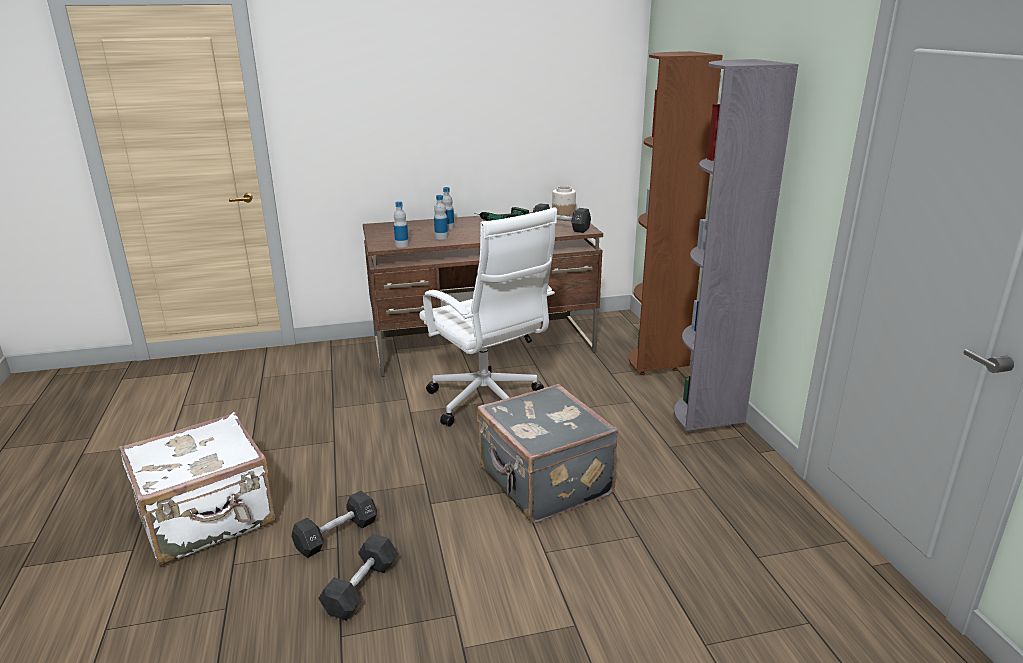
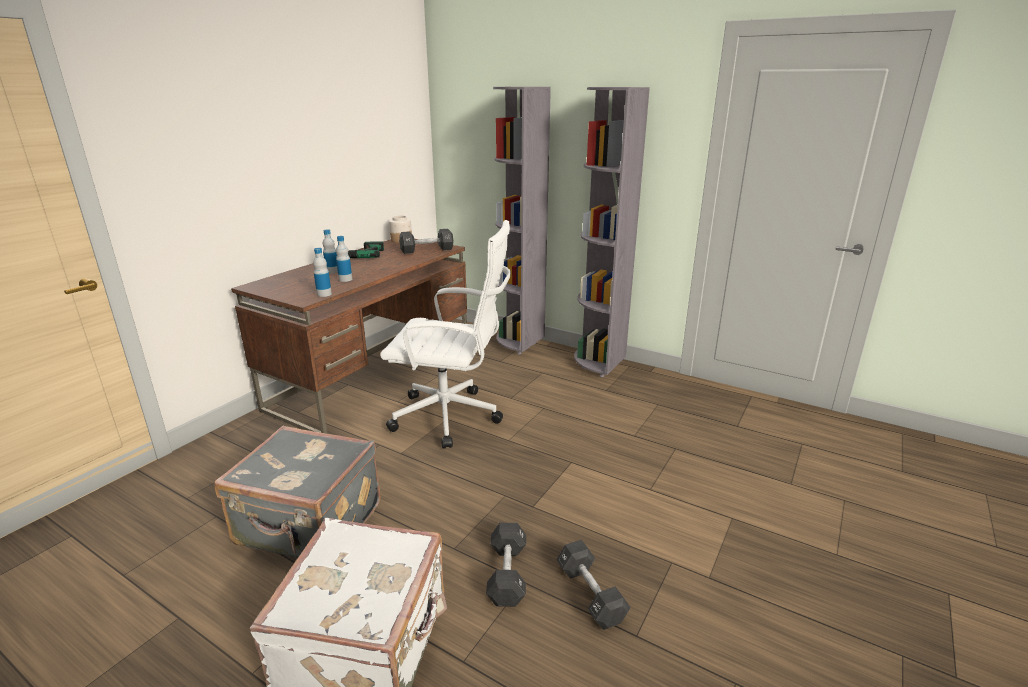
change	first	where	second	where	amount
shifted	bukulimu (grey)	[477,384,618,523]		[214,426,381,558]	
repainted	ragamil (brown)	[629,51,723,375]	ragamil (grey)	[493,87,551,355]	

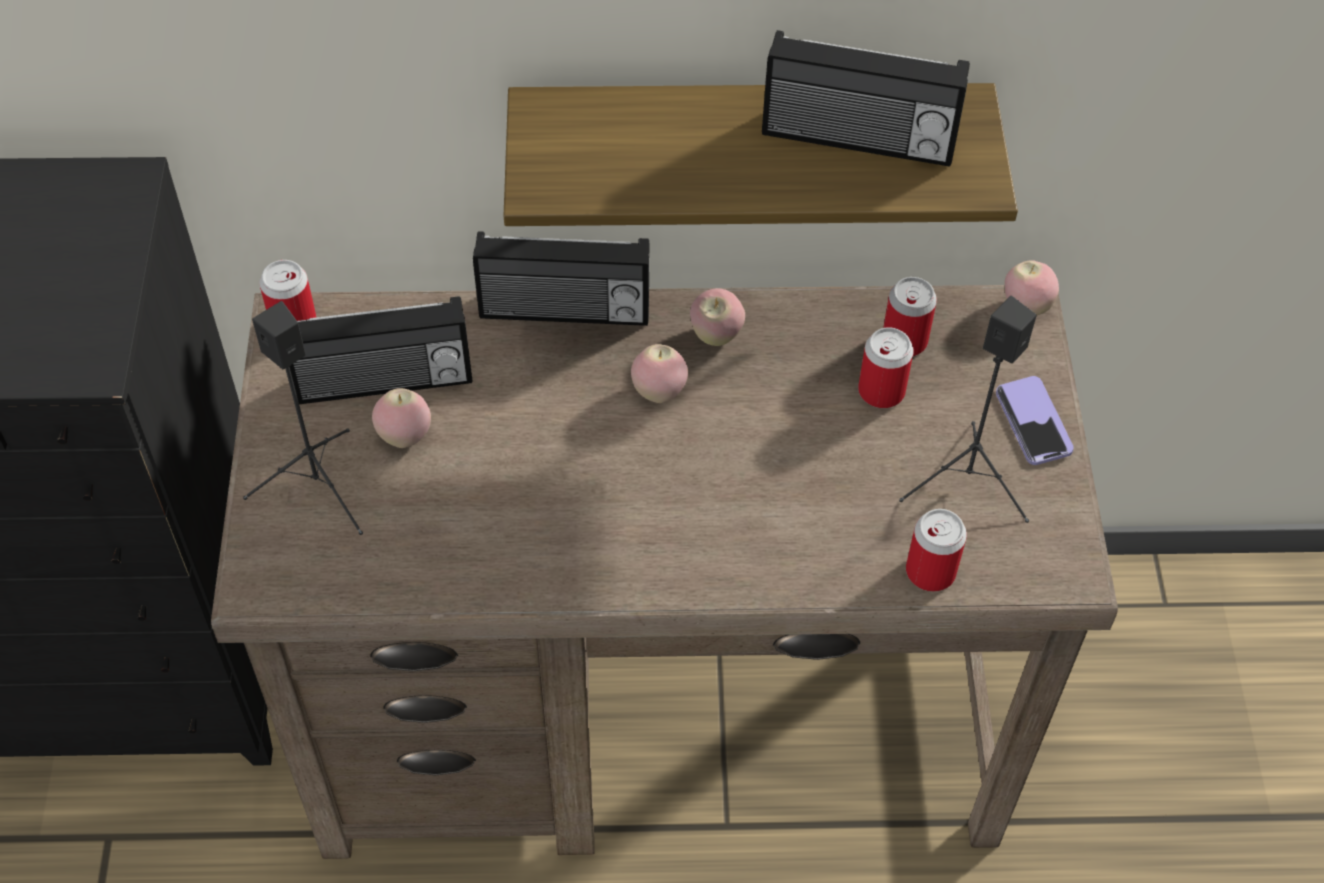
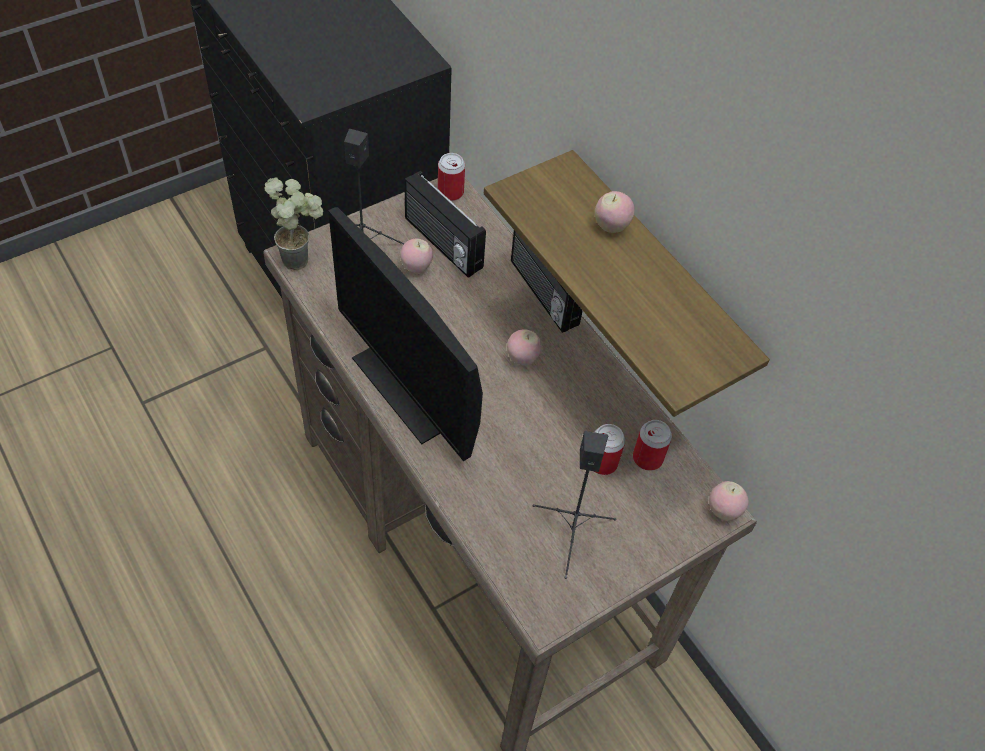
change	first	where	second	where	amount
new			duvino	[264,177,323,270]	
new			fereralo	[328,207,483,461]	
shifted	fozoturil	[690,288,745,346]		[595,191,635,233]	
gone	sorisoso	[762,30,970,167]			
gone	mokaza	[906,509,967,592]			
gone	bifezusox	[996,376,1074,465]			

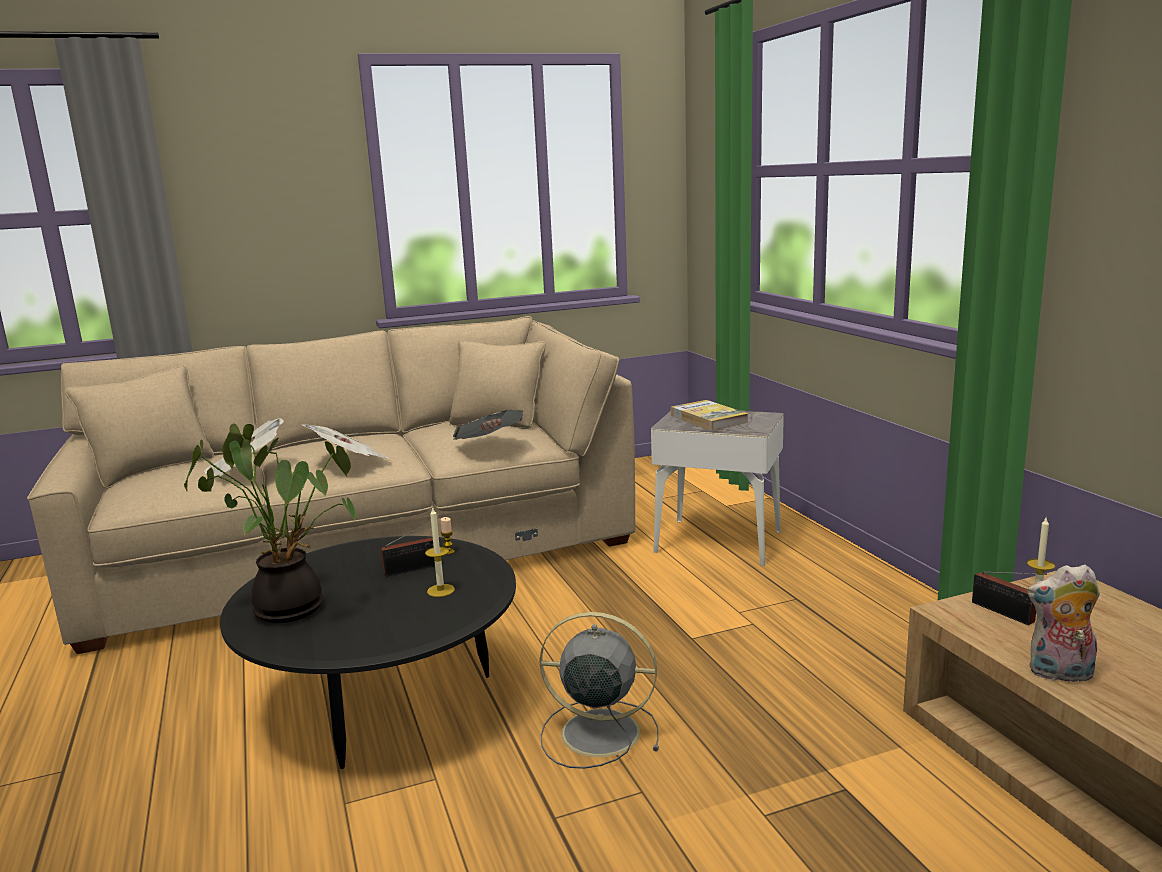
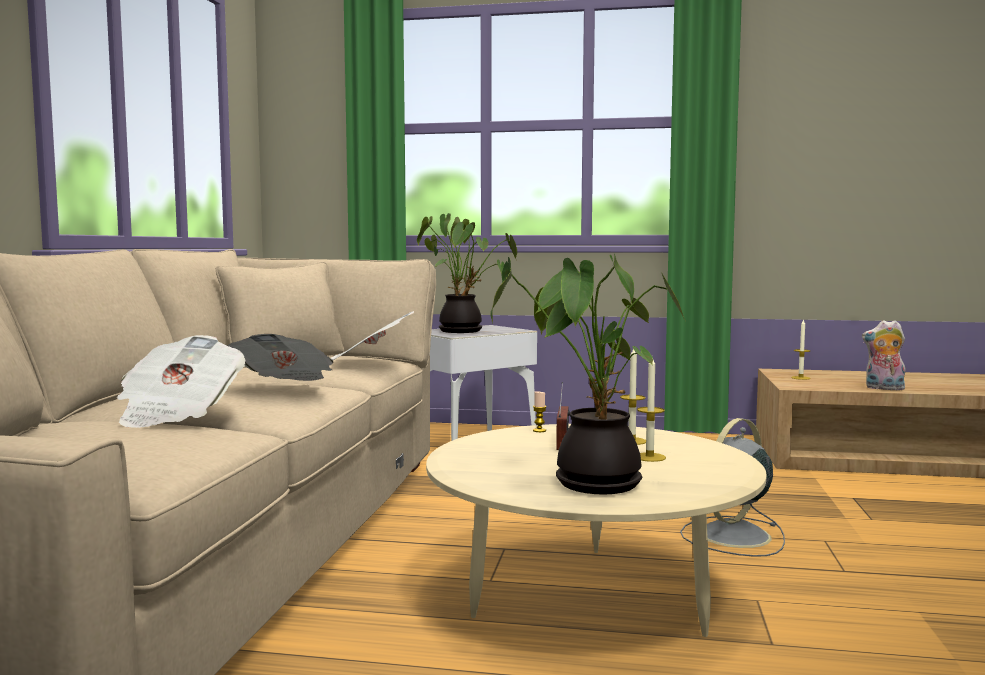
change	first	where	second	where	amount
swapped	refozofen	[671,400,749,430]	duvino	[417,213,517,333]	
repainted	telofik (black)	[220,536,516,769]	telofik (beige)	[426,424,767,637]	
new			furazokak	[637,360,666,462]	
rotated	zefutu	[1027,564,1100,682]		[862,320,906,390]	75 degrees clockwise
gone	sorisoso	[972,572,1047,625]			

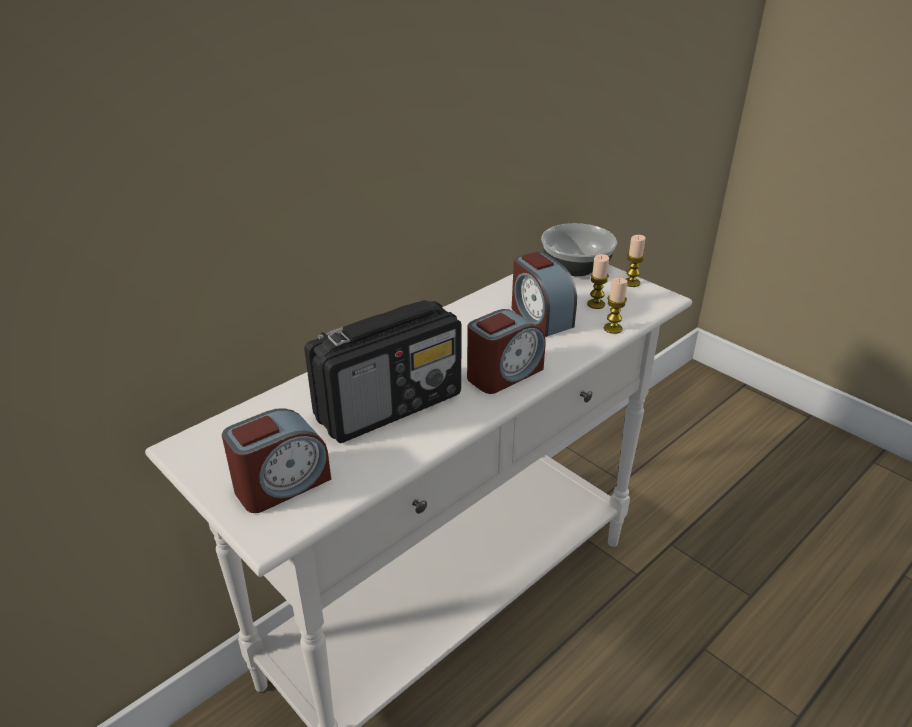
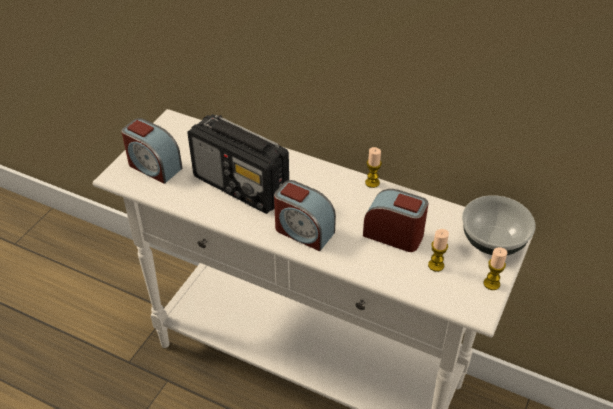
change	first	where	second	where	amount
rotated	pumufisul	[512,251,577,337]		[363,189,428,252]	75 degrees clockwise
shifted	furazokak	[604,278,628,334]		[365,147,382,188]	

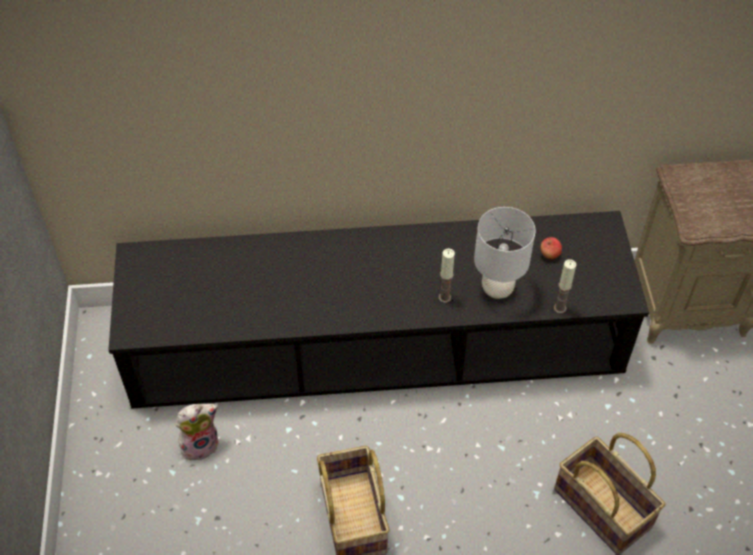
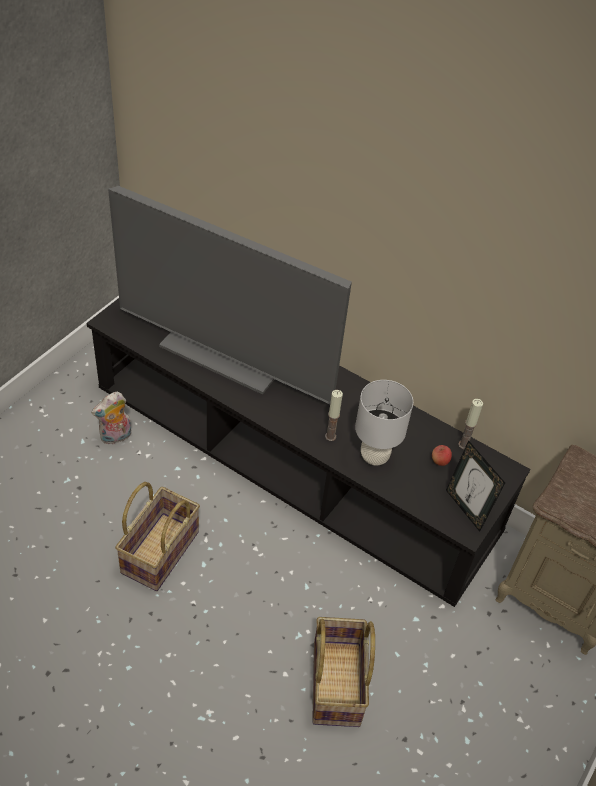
change	first	where	second	where	amount
rotated	zefutu	[175,404,219,460]		[91,392,131,445]	135 degrees clockwise
new			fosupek	[108,186,352,404]	
new			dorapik	[446,440,505,532]	
shifted	furazokak	[554,259,576,313]		[458,399,483,449]	

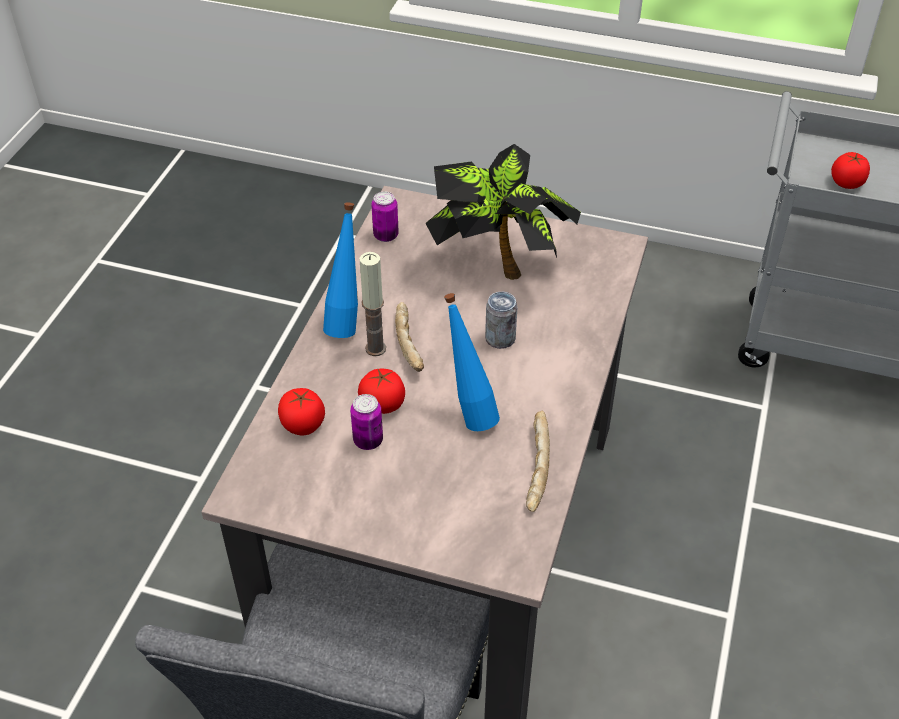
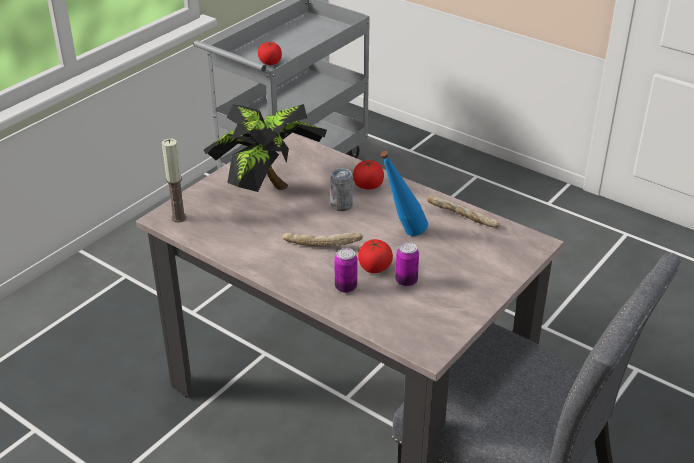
change	first	where	second	where	amount
shifted	furazokak	[359,252,386,356]		[162,139,187,223]	
shifted	mokaza	[371,191,399,242]		[334,248,358,293]	
shifted	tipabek	[278,388,325,436]		[353,160,384,190]	
gone	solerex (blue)	[323,202,358,338]			

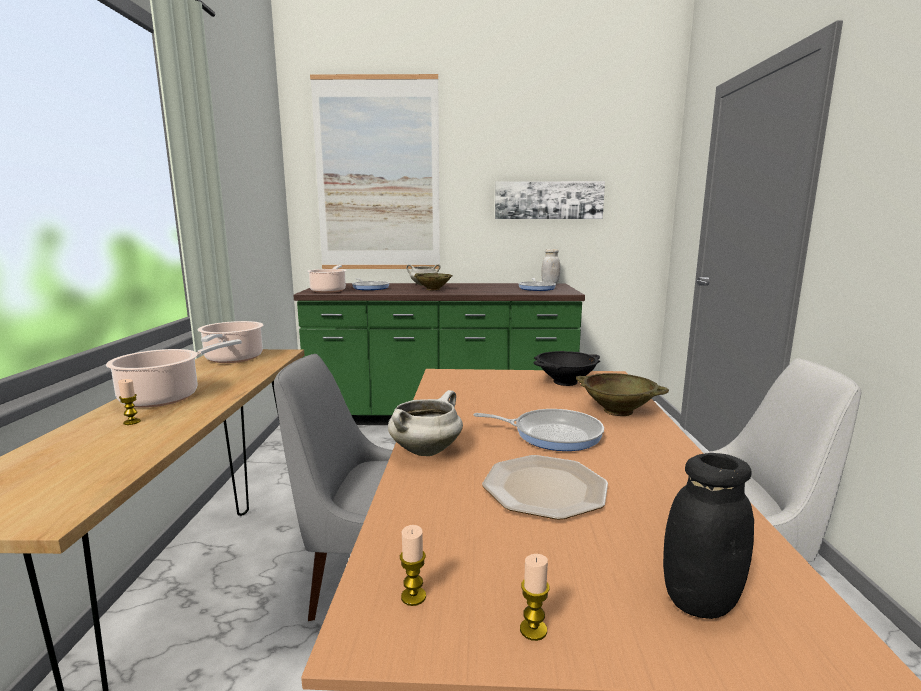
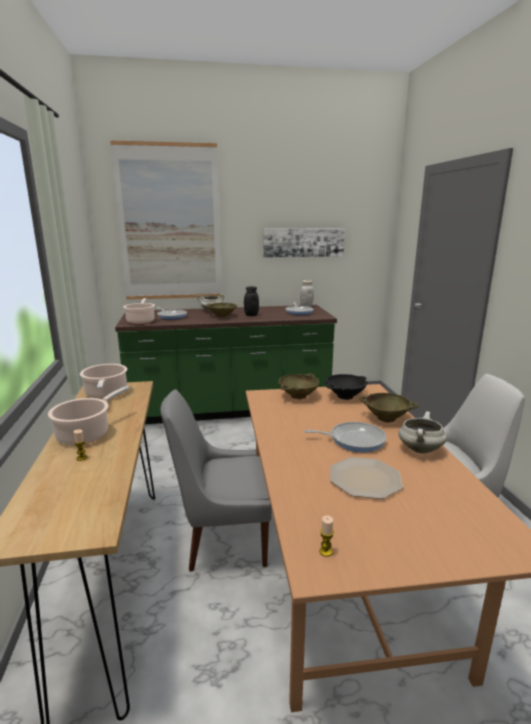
change	first	where	second	where	amount
shifted	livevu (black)	[663,453,754,619]		[244,286,259,316]	
new			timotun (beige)	[278,374,319,399]	
shifted	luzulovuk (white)	[388,390,463,456]		[398,411,447,454]	
gone	furazokak	[520,554,550,641]			

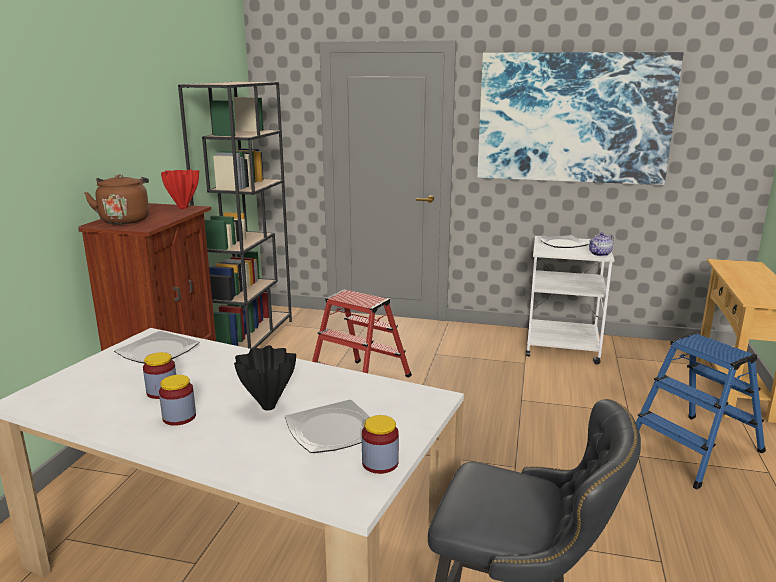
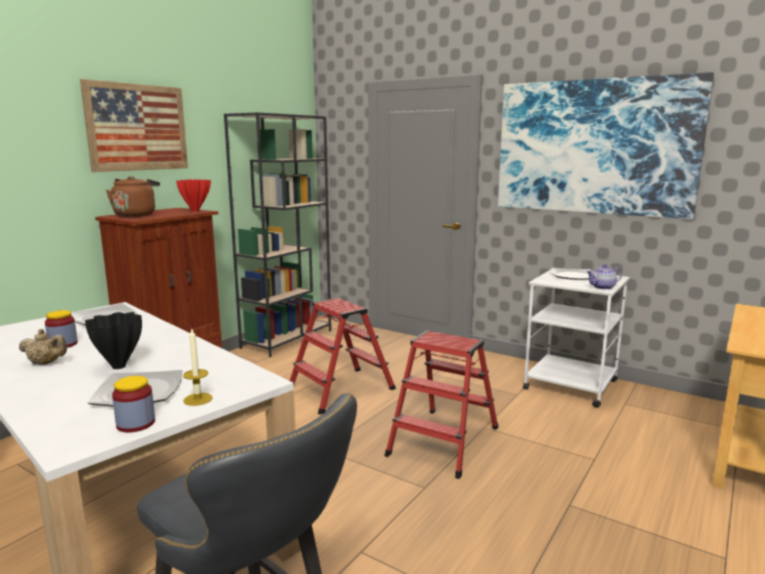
change	first	where	second	where	amount
swapped	livevu	[159,375,196,426]	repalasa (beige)	[19,329,67,365]	
new			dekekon	[80,79,188,172]	
new			furazokak	[183,329,213,406]	
new			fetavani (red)	[384,330,498,479]	
gone	fetavani (blue)	[636,332,766,489]			

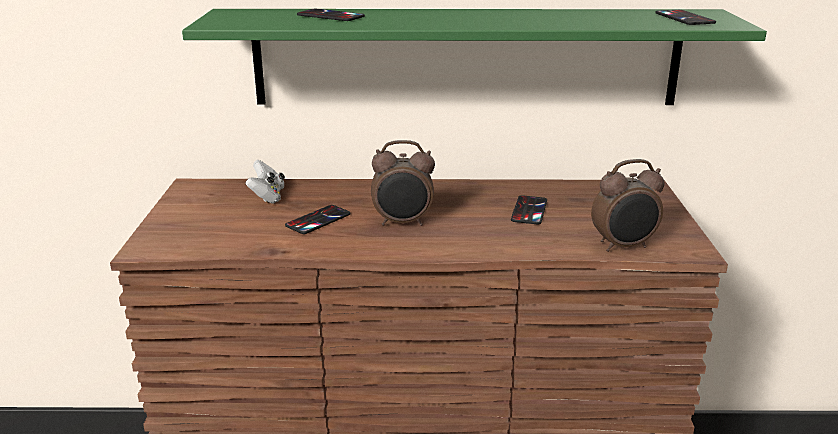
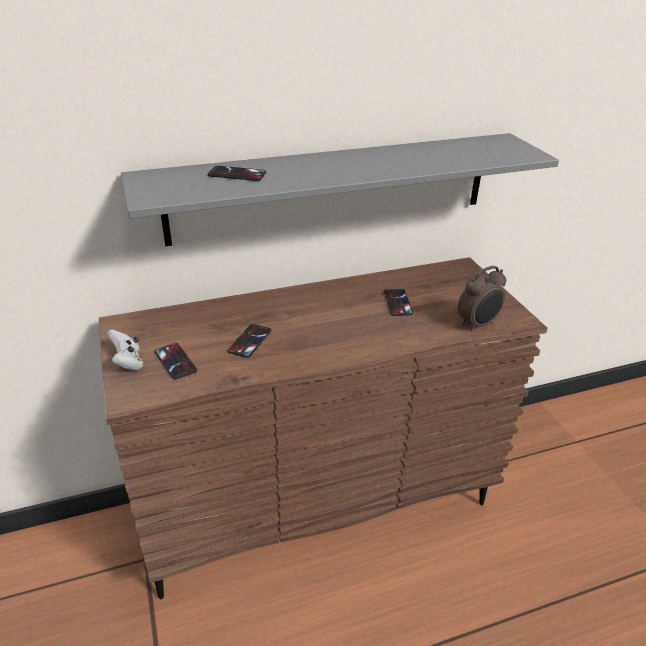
change	first	where	second	where	amount
shifted	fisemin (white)	[246,160,285,204]		[107,330,144,371]	
repainted	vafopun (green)	[182,9,767,105]	vafopun (grey)	[121,133,559,246]	
shifted	bifezusox	[655,10,716,25]		[155,343,197,380]	
gone	pumufisul	[371,140,435,226]			

